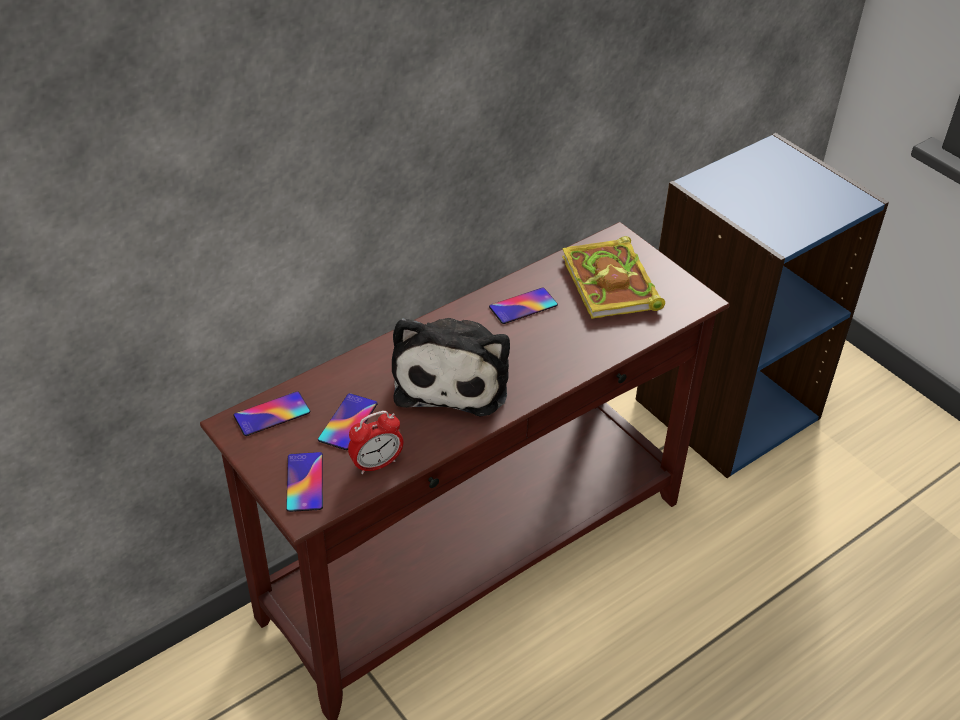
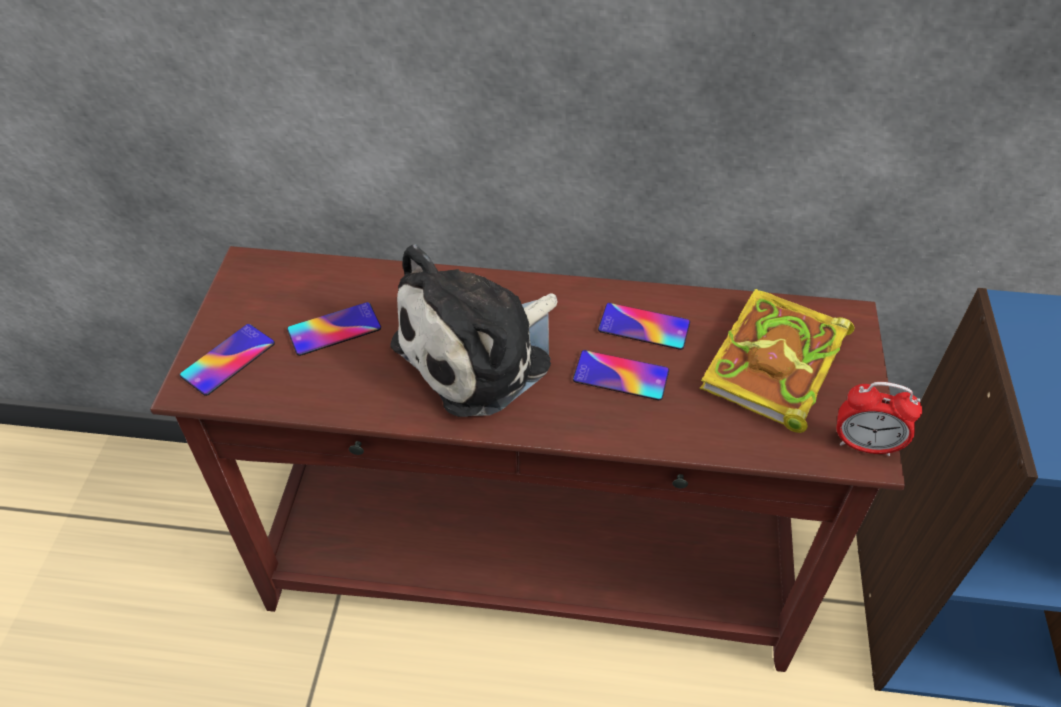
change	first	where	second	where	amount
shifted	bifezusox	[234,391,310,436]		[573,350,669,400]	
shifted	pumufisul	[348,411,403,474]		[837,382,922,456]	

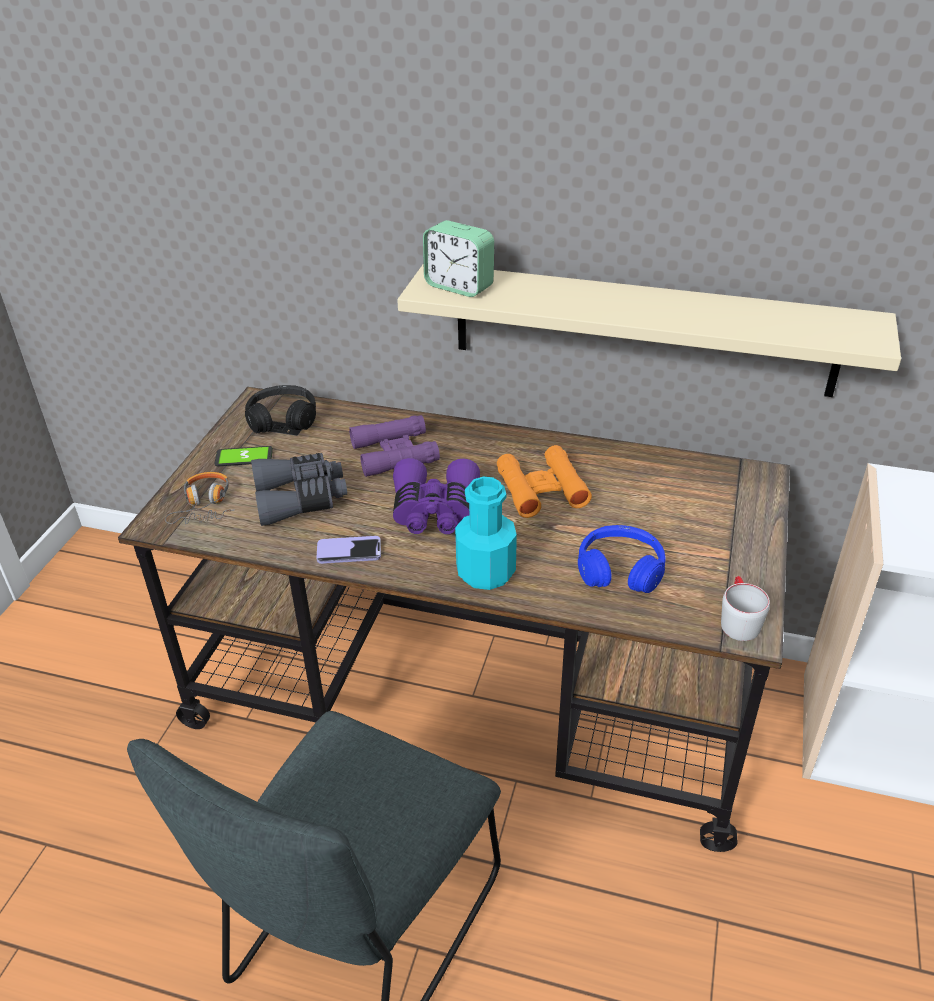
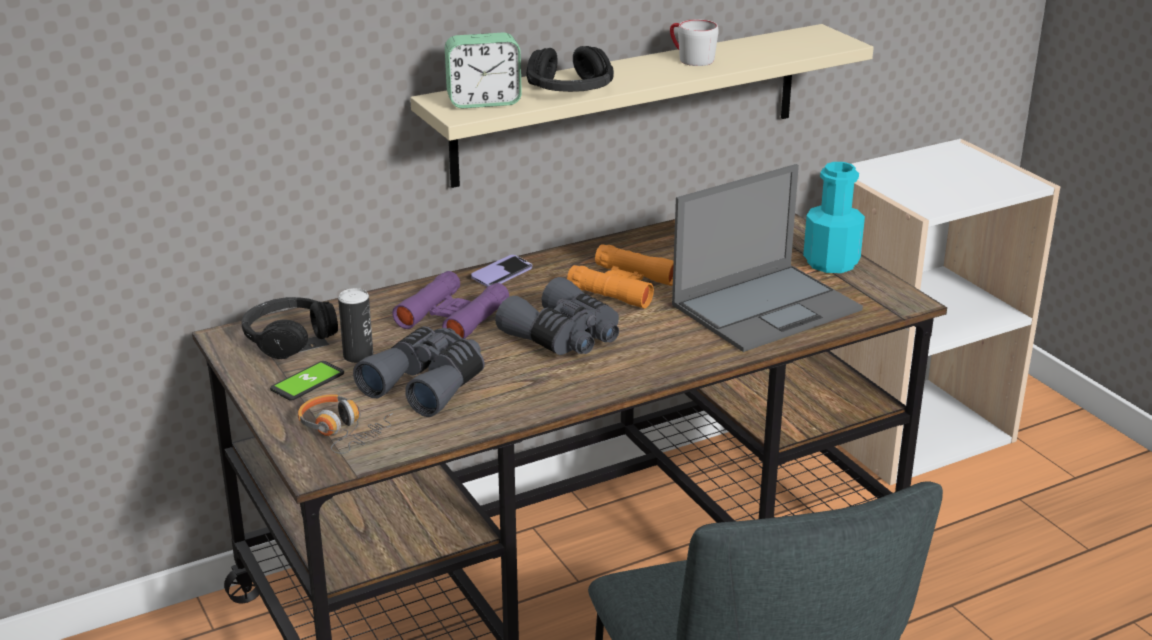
change	first	where	second	where	amount
new			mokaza	[338,288,373,363]	
shifted	bifezusox	[317,536,381,564]		[471,255,532,287]	
repainted	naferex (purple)	[393,458,480,534]	naferex (grey)	[495,277,619,355]	
new			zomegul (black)	[527,46,614,92]	
shifted	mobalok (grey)	[721,576,770,641]		[670,19,719,66]	
swapped	zomegul (blue)	[578,525,666,593]	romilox	[672,164,863,352]	
shifted	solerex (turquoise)	[455,476,517,590]		[803,162,865,273]	

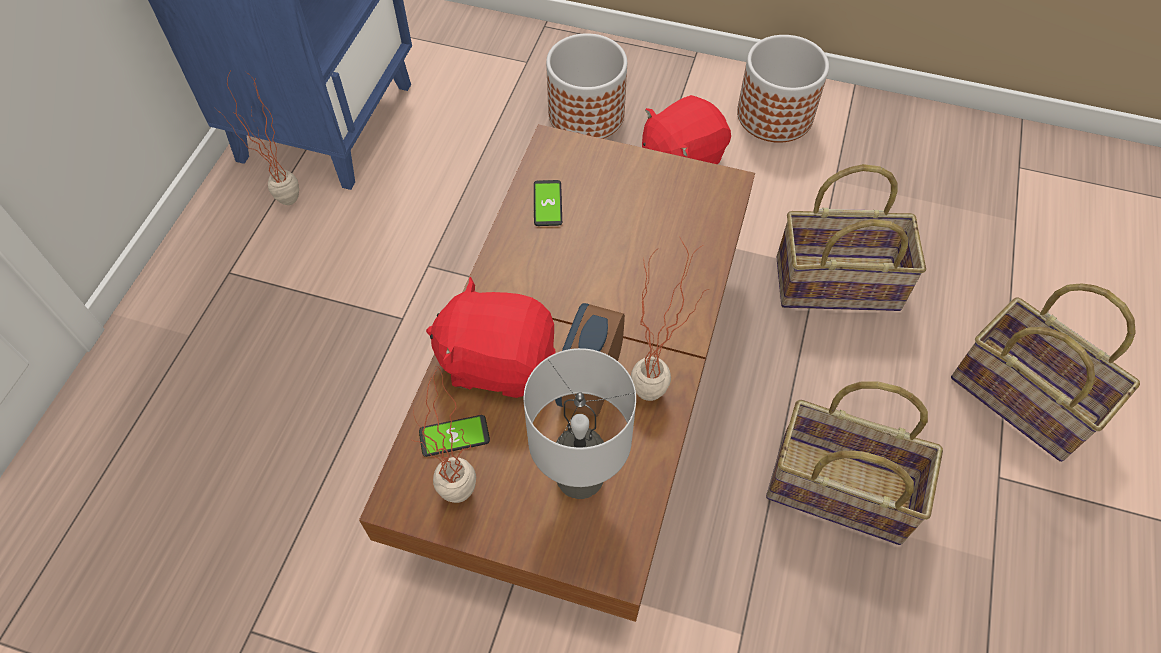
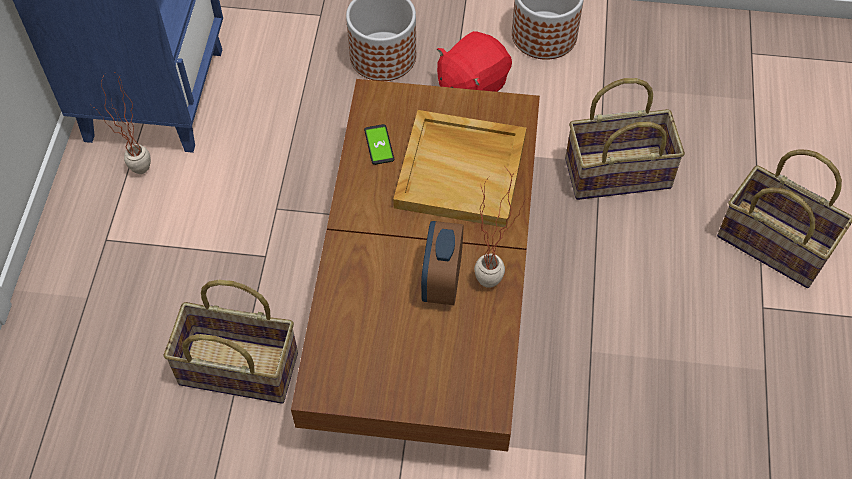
change	first	where	second	where	amount
shifted	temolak	[766,382,943,545]		[164,280,298,404]	
new			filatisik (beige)	[393,110,526,228]	
gone	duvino	[410,364,476,503]			
gone	bifezusox	[419,415,490,457]			
gone	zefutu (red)	[426,277,556,398]			
gone	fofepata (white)	[523,348,636,499]			

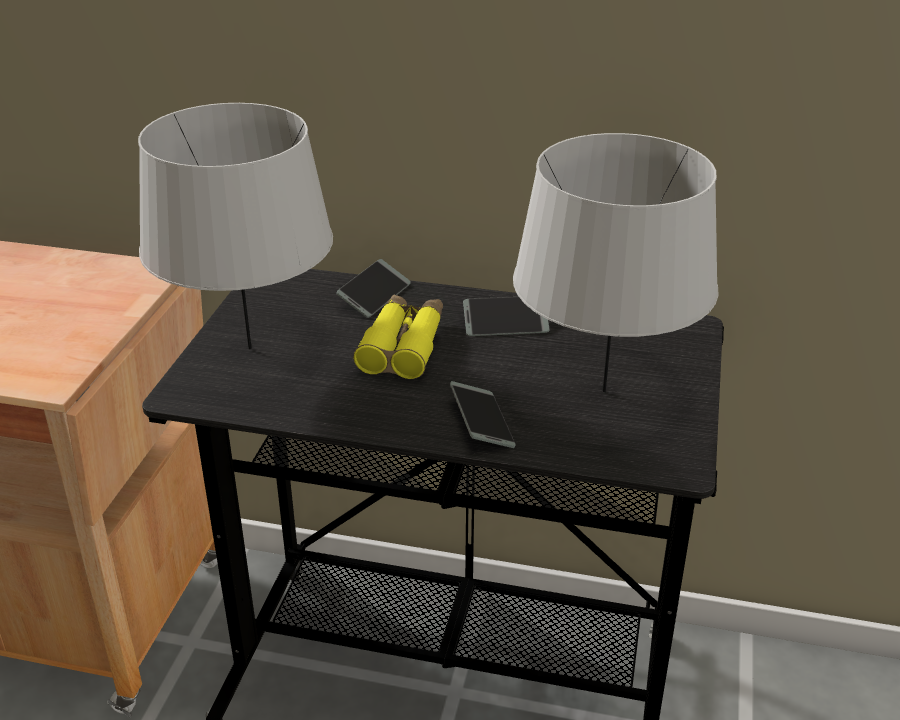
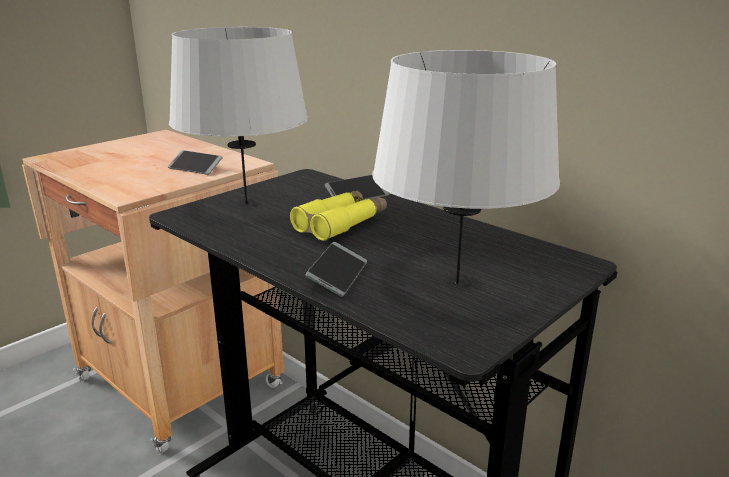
change	first	where	second	where	amount
shifted	bifezusox	[463,297,550,336]		[168,150,223,175]	

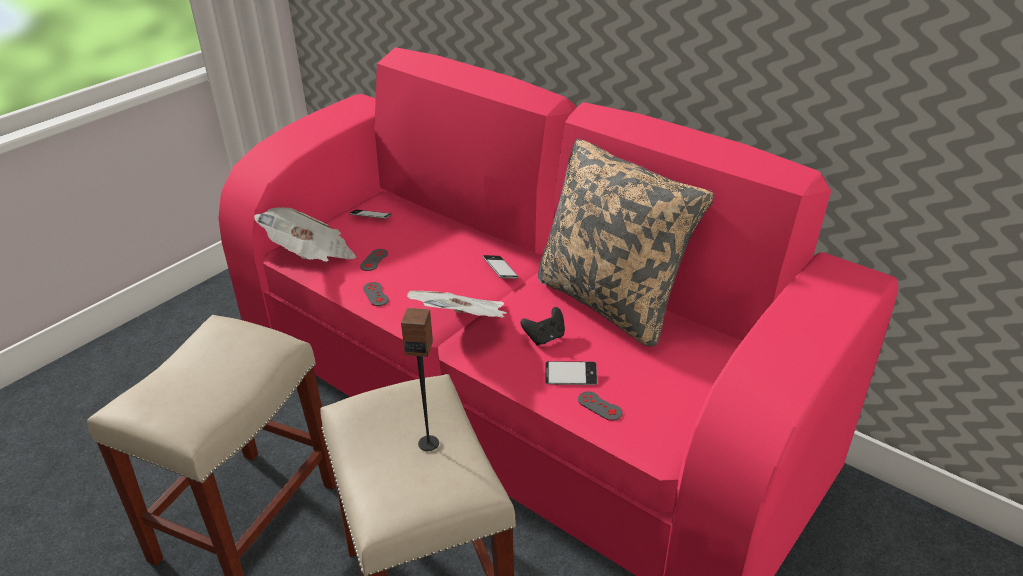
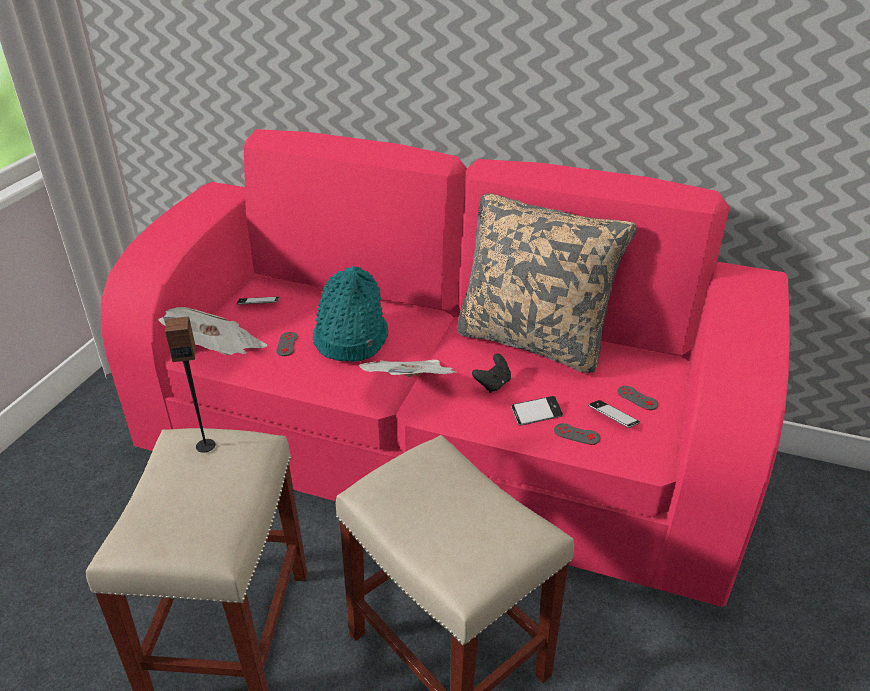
change	first	where	second	where	amount
shifted	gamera	[401,308,439,451]		[165,316,216,453]	
new			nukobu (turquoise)	[313,266,388,362]	
shifted	bifezusox	[483,255,519,279]		[588,400,640,428]	
shifted	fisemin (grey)	[363,282,389,306]		[617,386,658,410]	

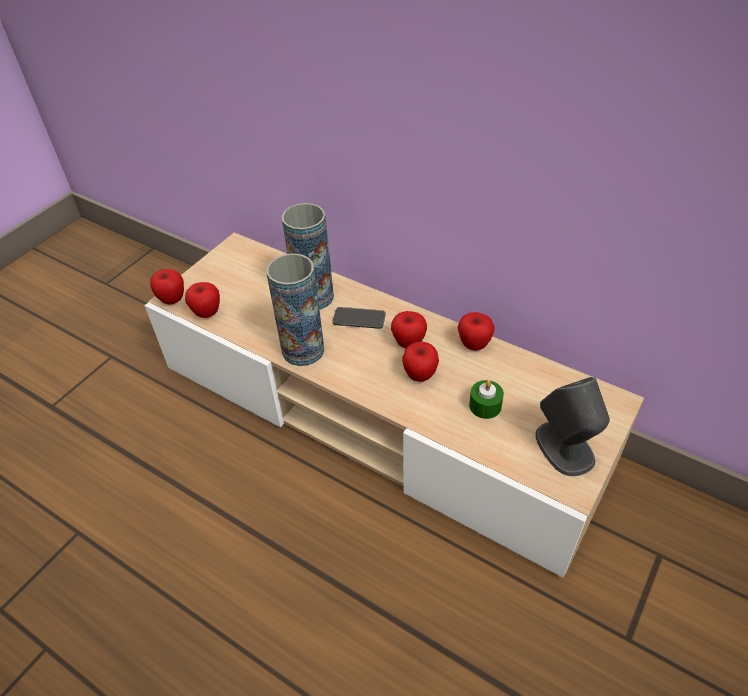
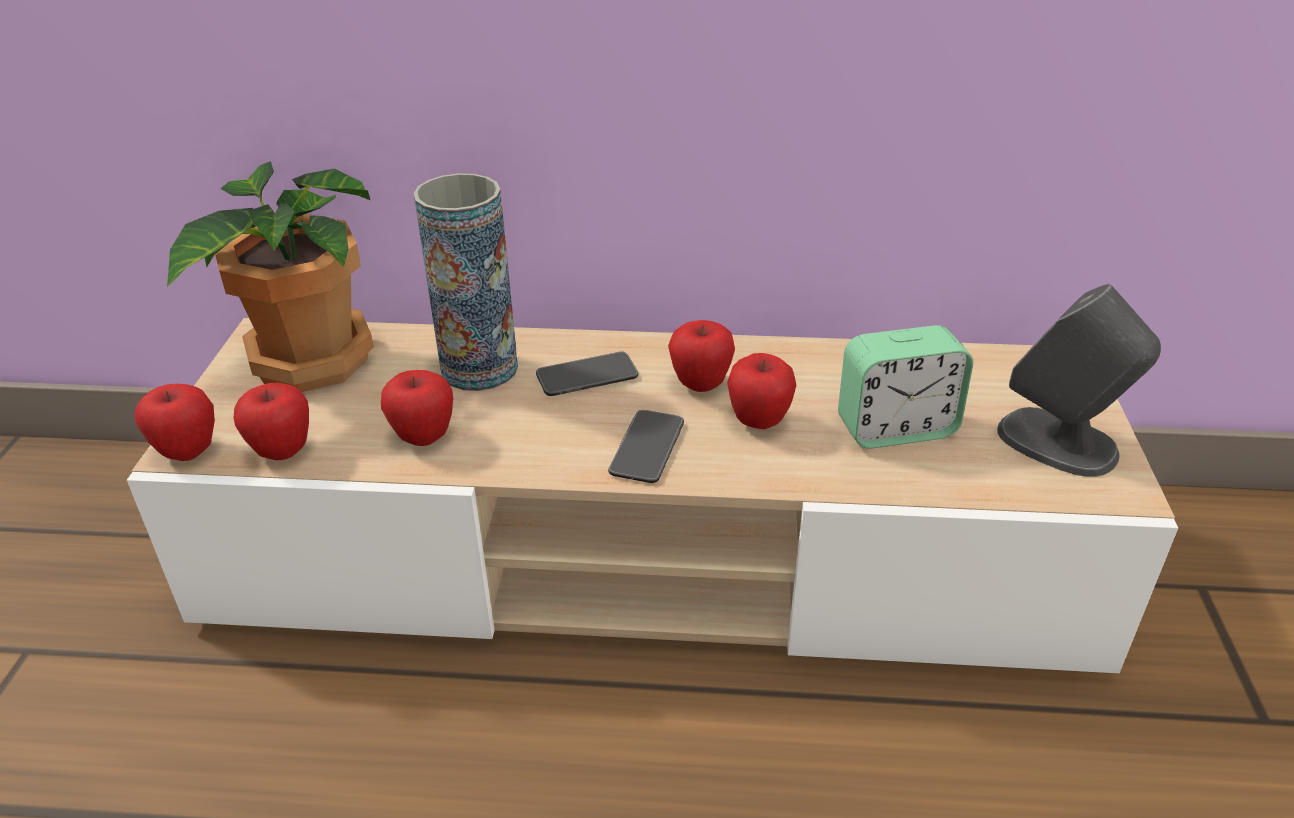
change	first	where	second	where	amount
new			duvino	[167,161,374,392]	
shifted	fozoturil	[457,312,495,351]		[381,370,453,446]	
new			bifezusox	[608,410,684,483]	
swapped	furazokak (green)	[469,380,504,419]	pumufisul	[838,325,973,449]	
gone	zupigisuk	[267,253,324,366]			

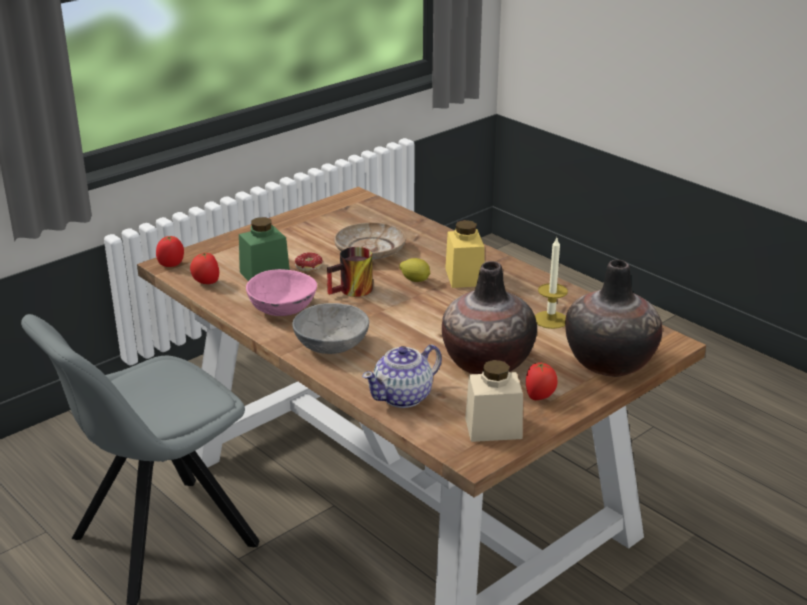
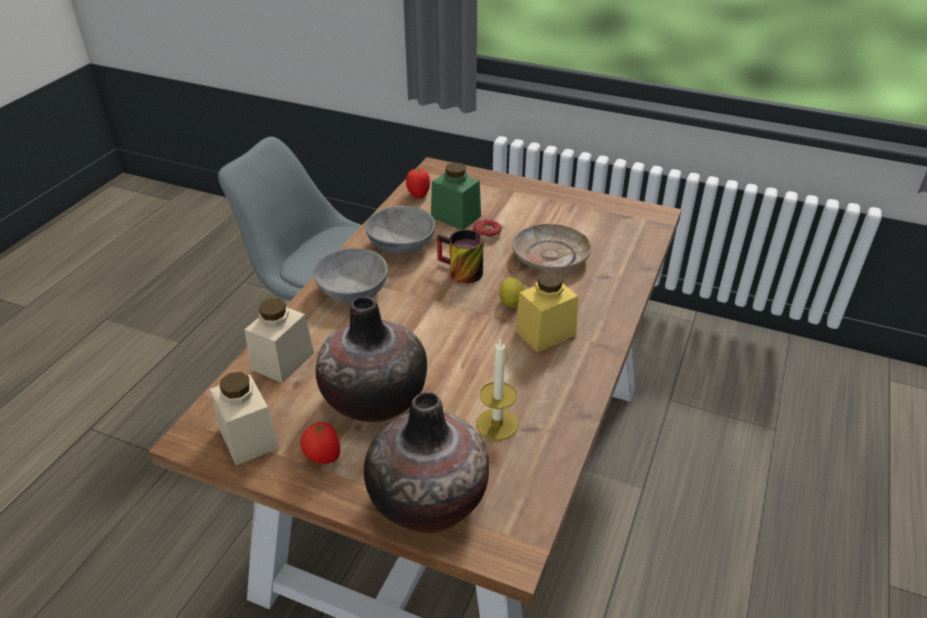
change	first	where	second	where	amount
swapped	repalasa	[362,344,442,408]	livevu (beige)	[245,298,314,383]	
repainted	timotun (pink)	[246,269,317,316]	timotun (grey)	[365,206,435,254]	
gone	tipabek	[156,236,184,267]			

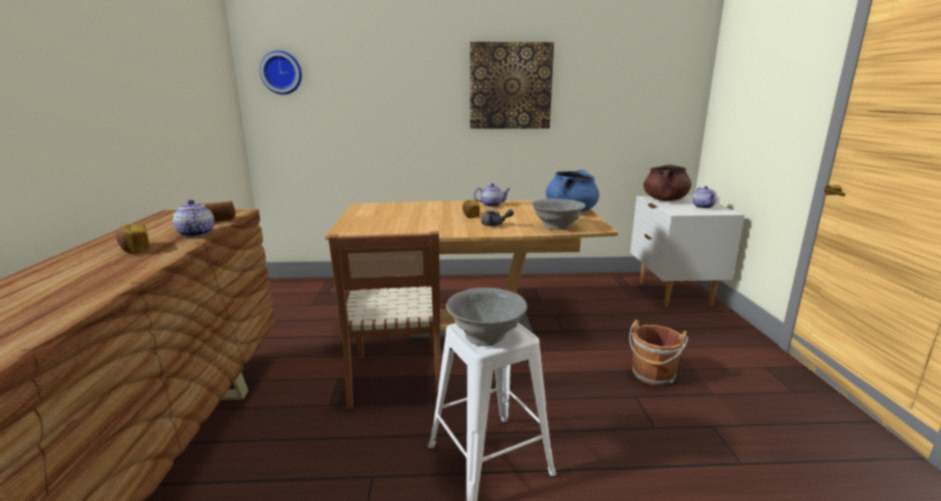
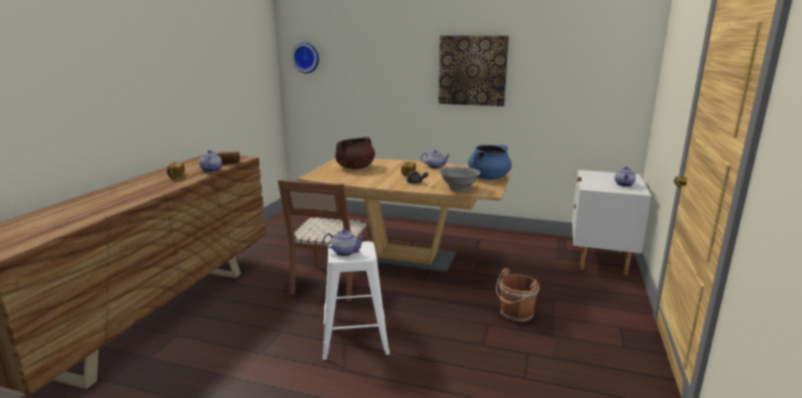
change	first	where	second	where	amount
swapped	timotun (grey)	[446,288,527,346]	repalasa	[323,229,366,256]	
shifted	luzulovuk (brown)	[644,165,692,201]		[335,137,375,169]	

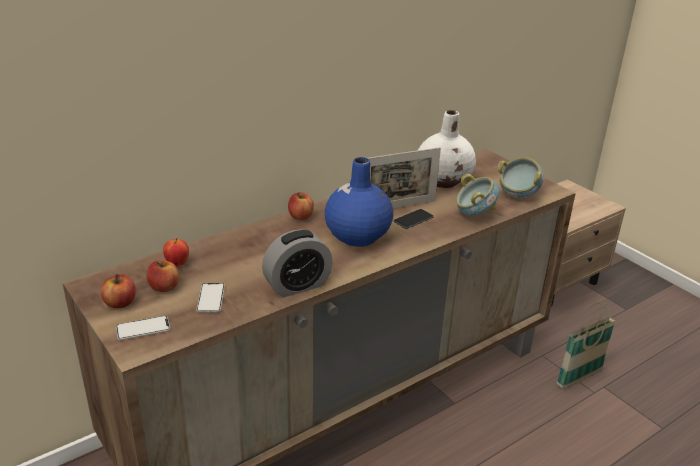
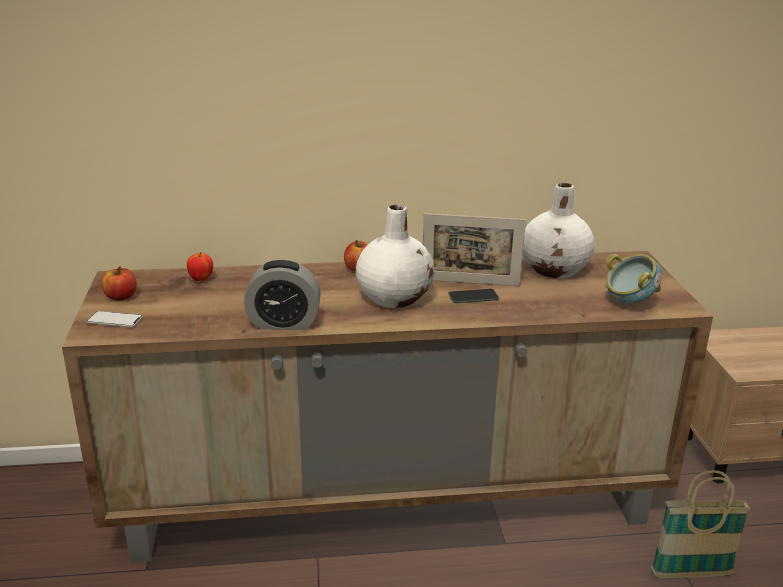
change	first	where	second	where	amount
repainted	zupigisuk (blue)	[325,157,393,247]	zupigisuk (white)	[356,205,435,308]	
gone	fozoturil	[146,260,179,292]			
gone	bifezusox	[196,283,225,312]			
gone	timotun	[456,174,499,216]			

